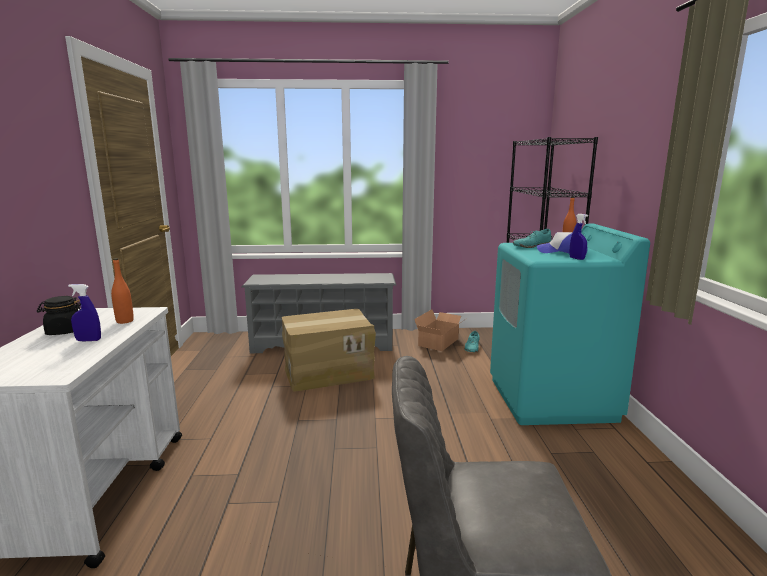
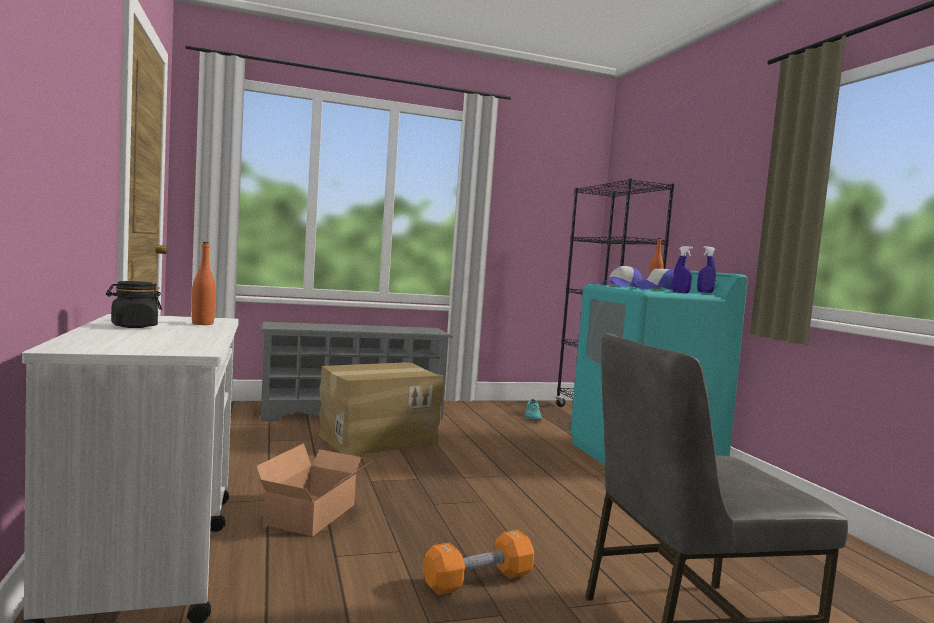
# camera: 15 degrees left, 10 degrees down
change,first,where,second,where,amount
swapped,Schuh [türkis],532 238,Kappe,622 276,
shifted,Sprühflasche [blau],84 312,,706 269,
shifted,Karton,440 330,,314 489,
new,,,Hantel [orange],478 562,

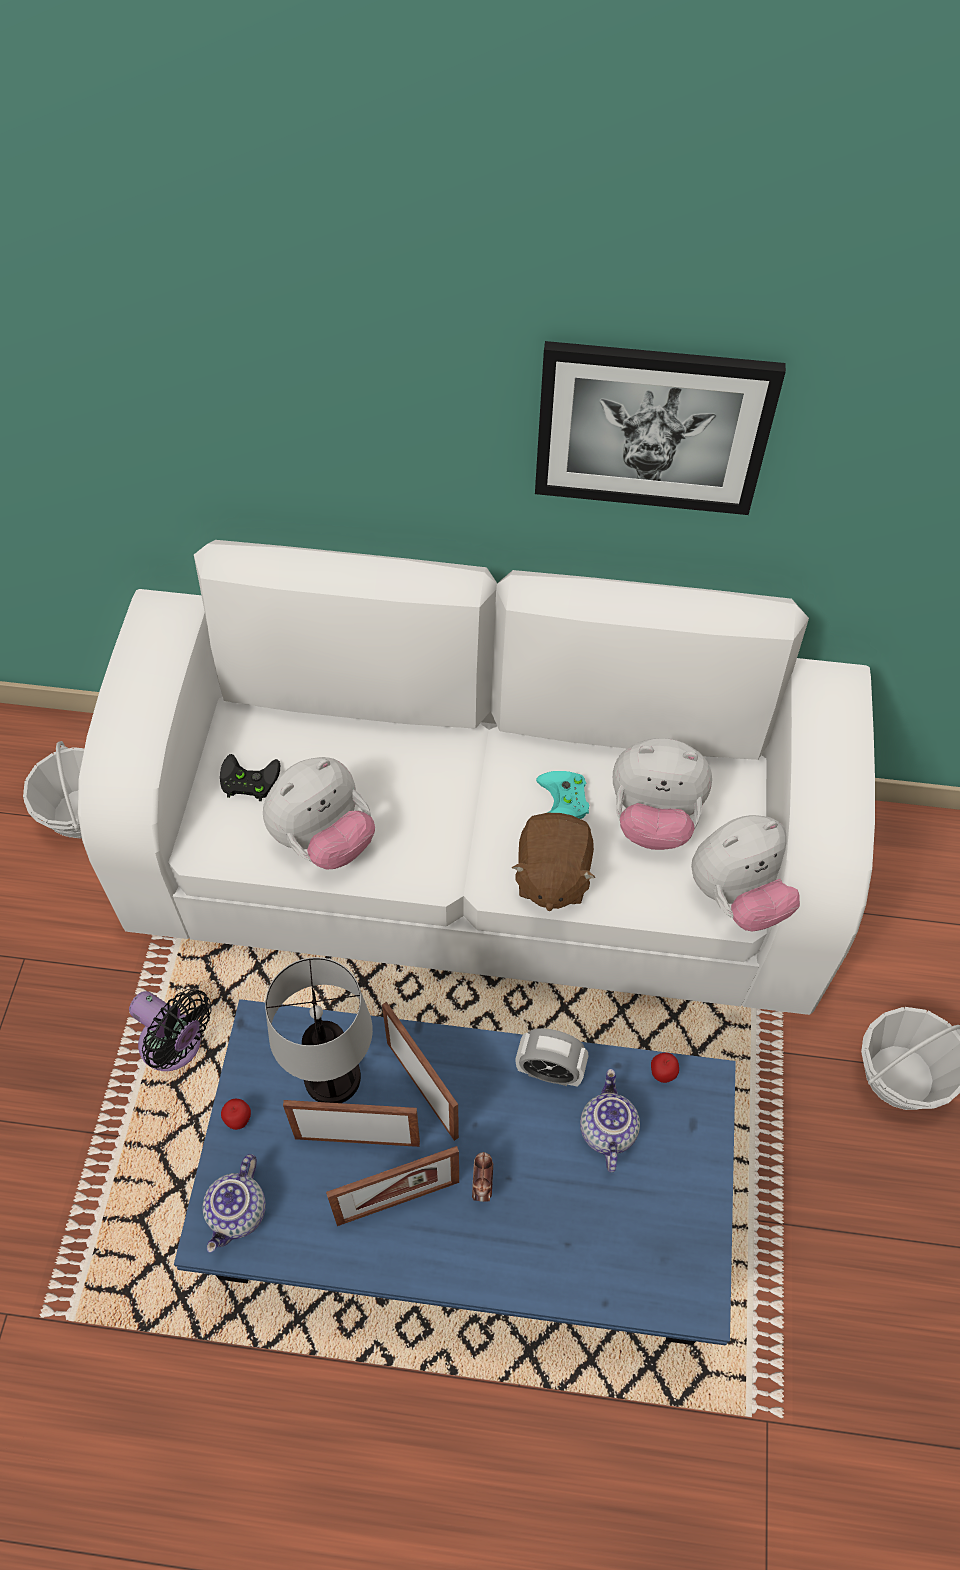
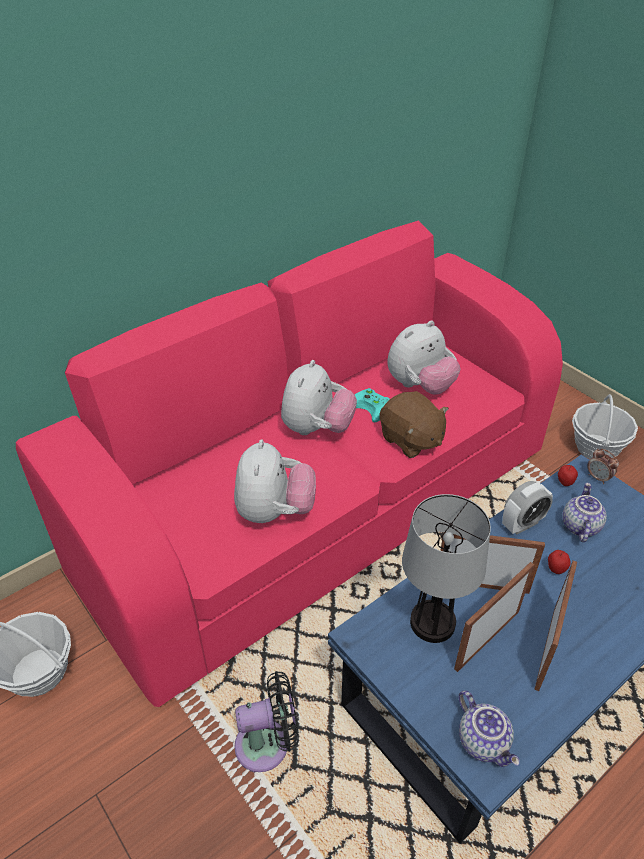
# camera: 45 degrees left, 15 degrees down
change,first,where,second,where,amount
gone,Bild,660 428,,,
repainted,Sofa [weiß],476 777,Sofa [rosa],289 464,
gone,Gamepad [schwarz],250 777,,,
shifted,Plüschtier,745 873,,319 397,
rotated,Teekanne,610 1120,,584 512,60 degrees clockwise
shifted,Apfel,236 1114,,559 562,
shifted,Wecker,482 1177,,603 466,

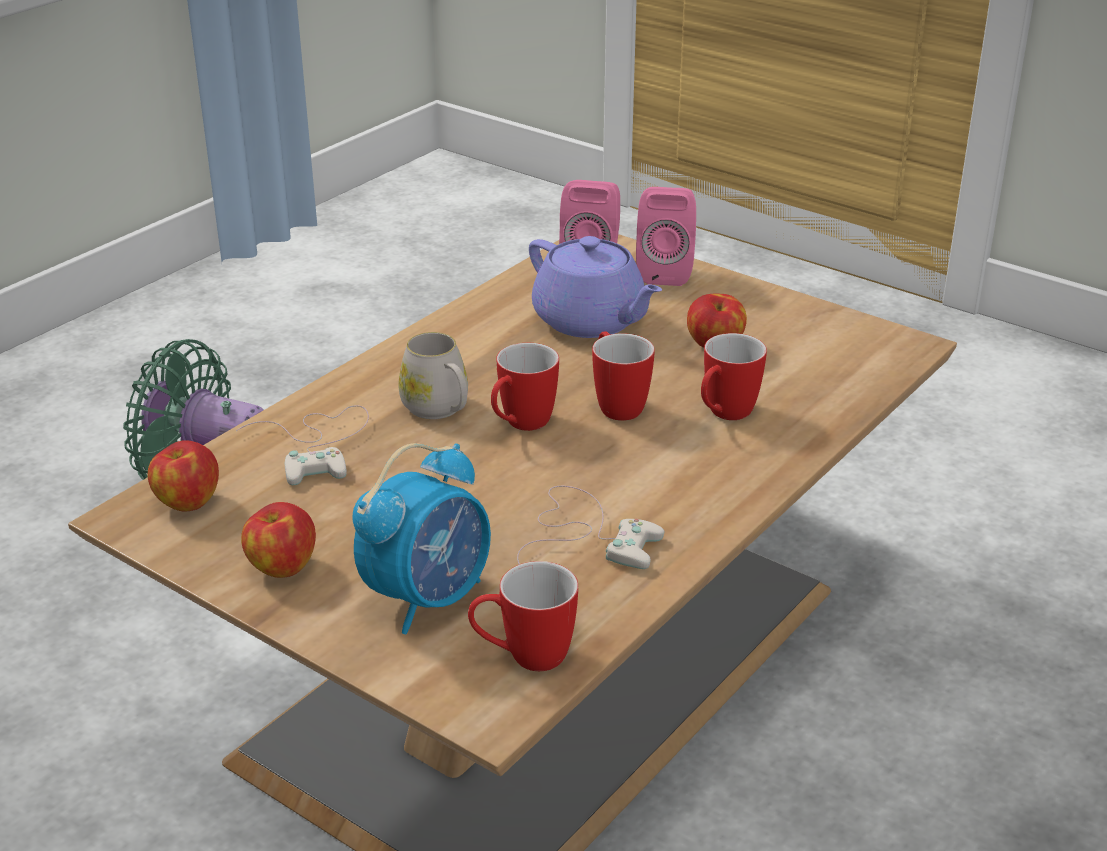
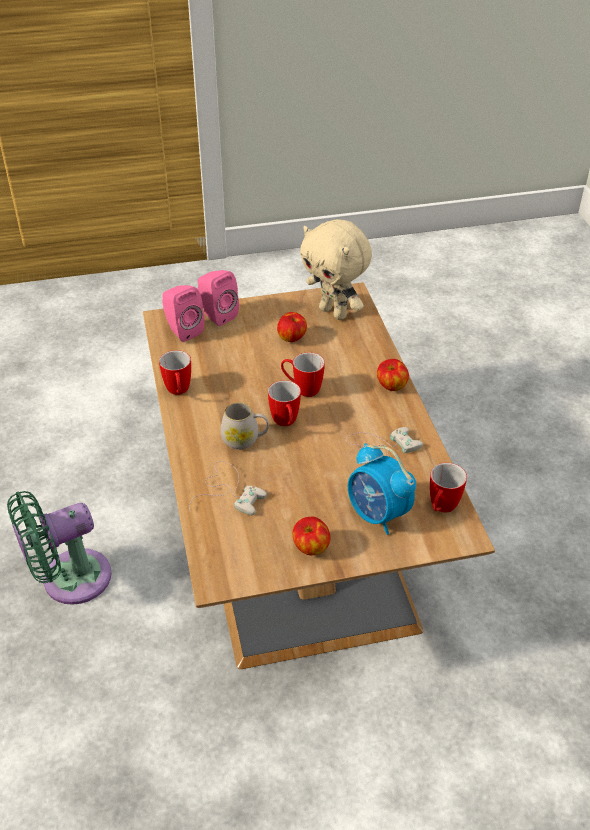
# camera: 50 degrees left, 10 degrees up
change,first,where,second,where,amount
gone,Teekanne [lila],595 287,,,
shifted,Henkelbecher,734 376,,175 372,
shifted,Apfel,183 476,,393 375,
rotated,Wecker,421 538,,382 489,150 degrees clockwise
new,,,Plüschtier [beige],336 269,

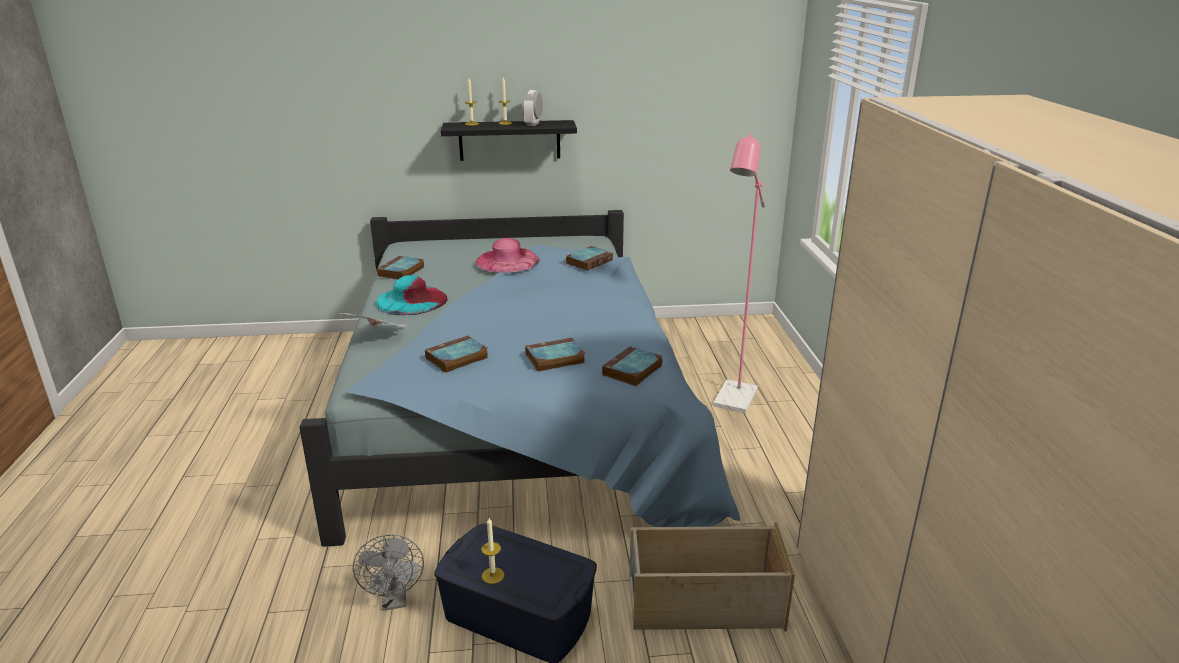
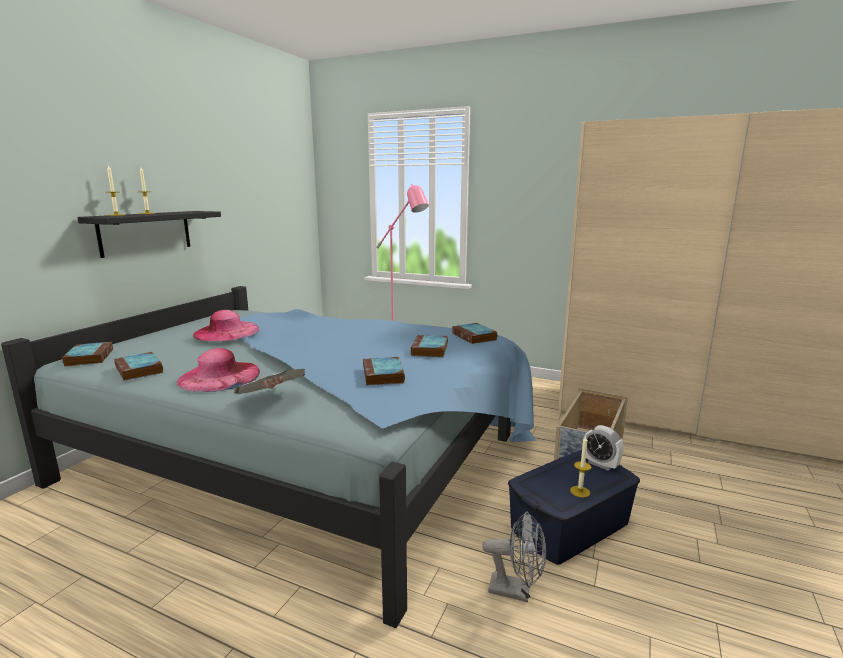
# camera: 60 degrees left, 10 degrees down
change,first,where,second,where,amount
shifted,Wecker,532 108,,603 448,
shifted,Buch,589 258,,87 354,
repainted,Hut [türkis],411 295,Hut [rosa],218 370,

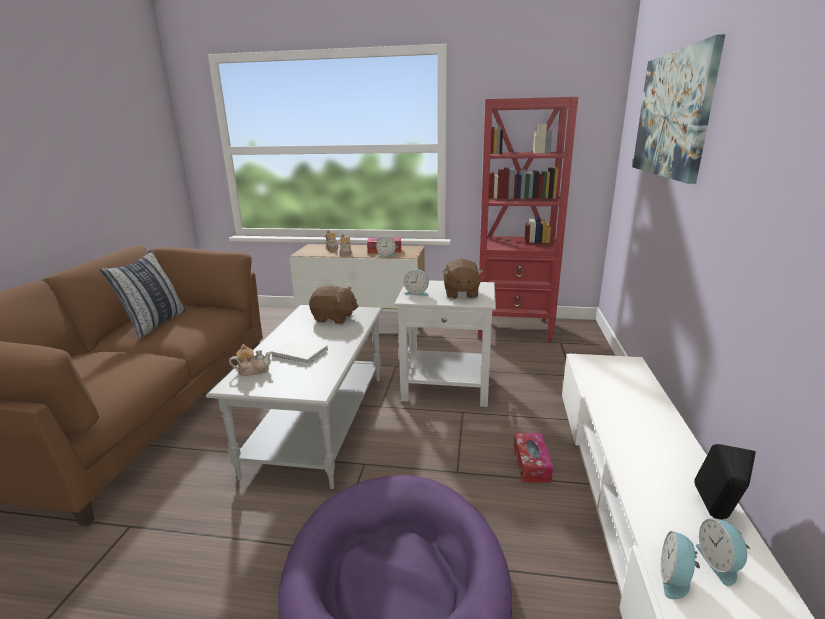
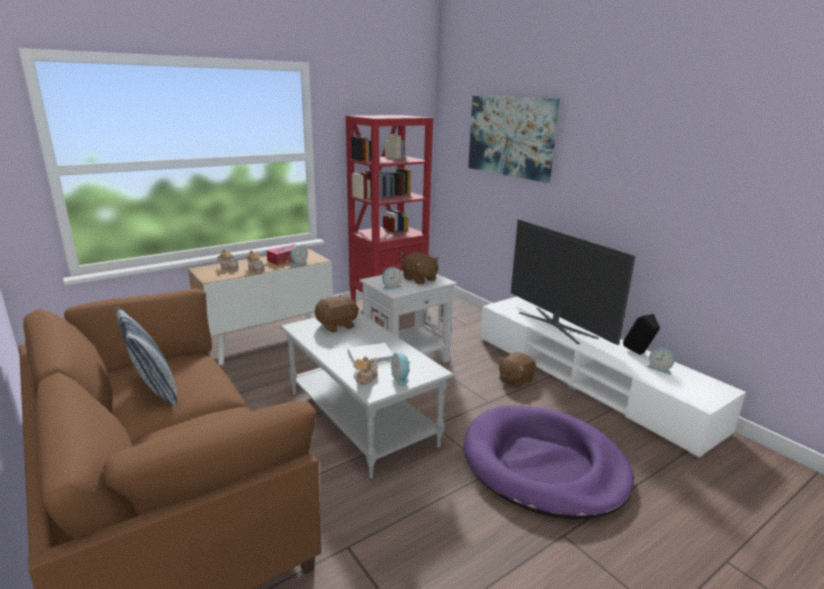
# camera: 45 degrees left, 0 degrees up
change,first,where,second,where,amount
swapped,Taschentuchbox,533 458,Plüschtier [braun],517 370,
shifted,Wecker,680 565,,401 369,
new,,,Fernseher,573 282,

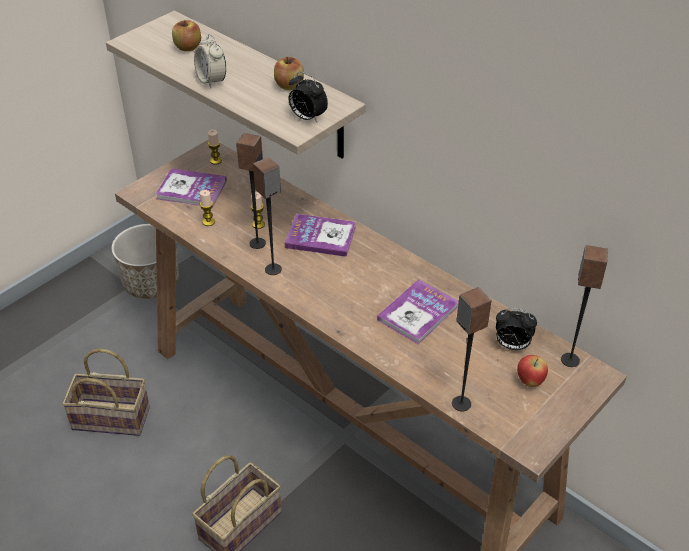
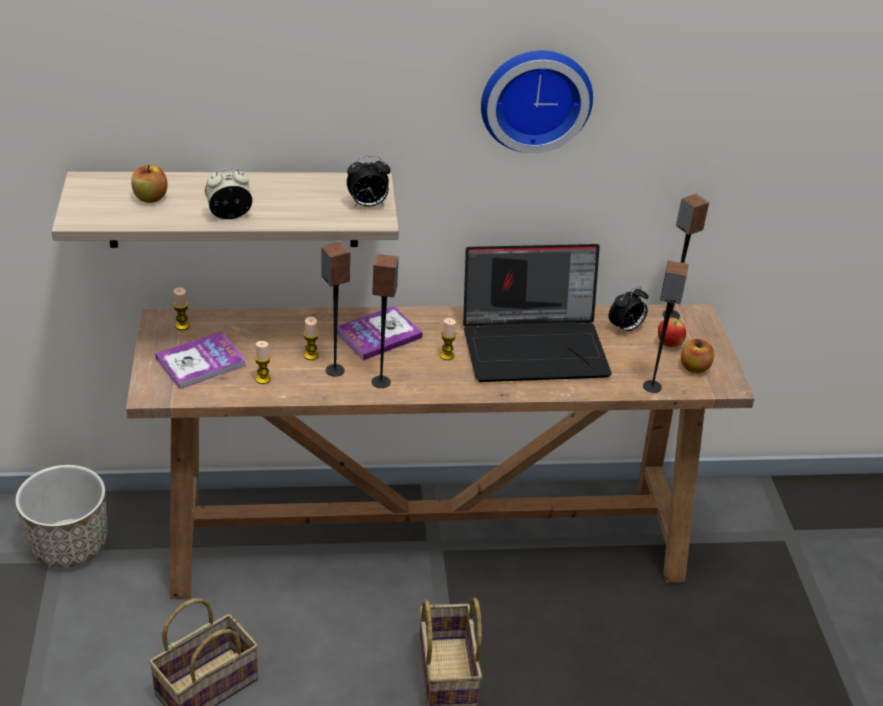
# camera: 50 degrees left, 5 degrees down
change,first,where,second,where,amount
rotated,Wecker,210 61,,228 193,150 degrees clockwise
shifted,Apfel,289 73,,697 356,
swapped,Buch,418 312,Laptop,537 313,
new,,,Wanduhr,537 101,
new,,,Kerze,448 339,

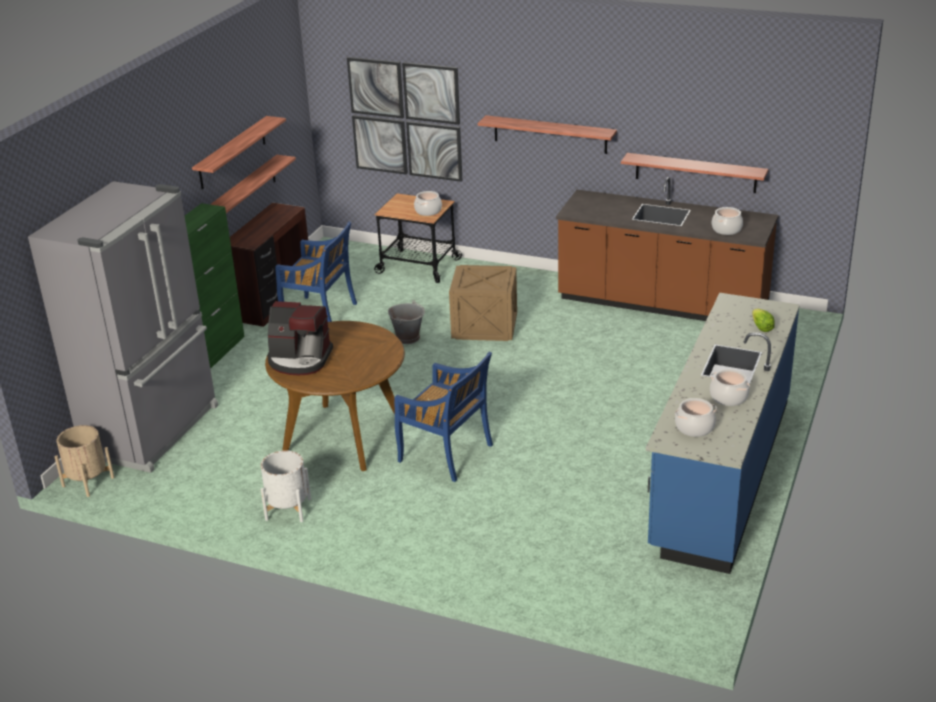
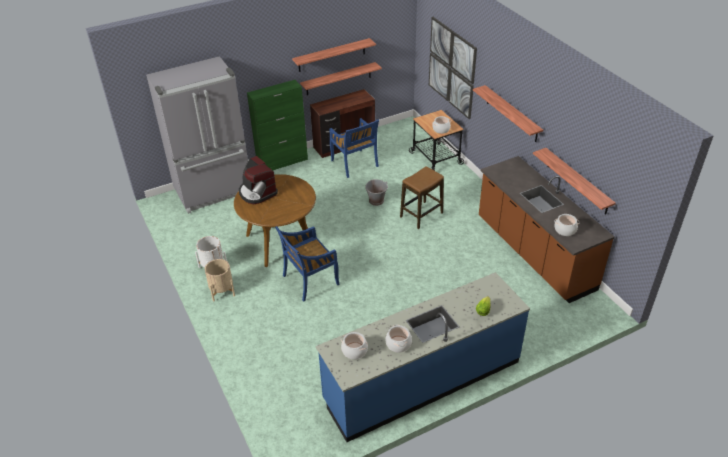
# camera: 40 degrees right, 10 degrees up
change,first,where,second,where,amount
swapped,Kiste,483 303,Hocker,422 197,
rotated,Stuhl [blau],443 416,,307 264,75 degrees clockwise
shifted,Pflanzkübel [beige],84 461,,220 280,

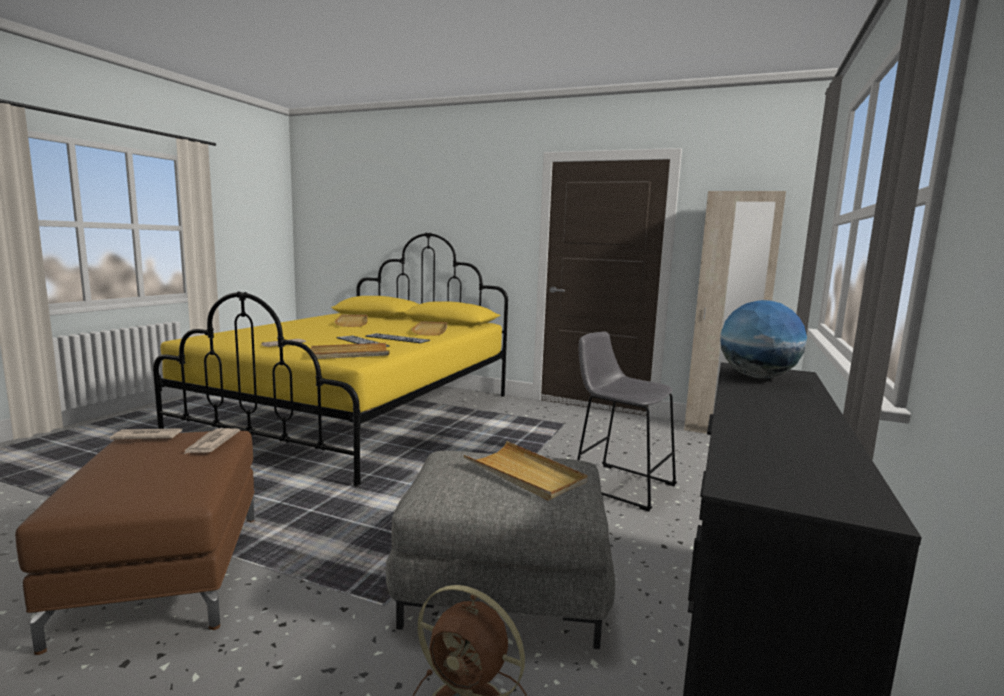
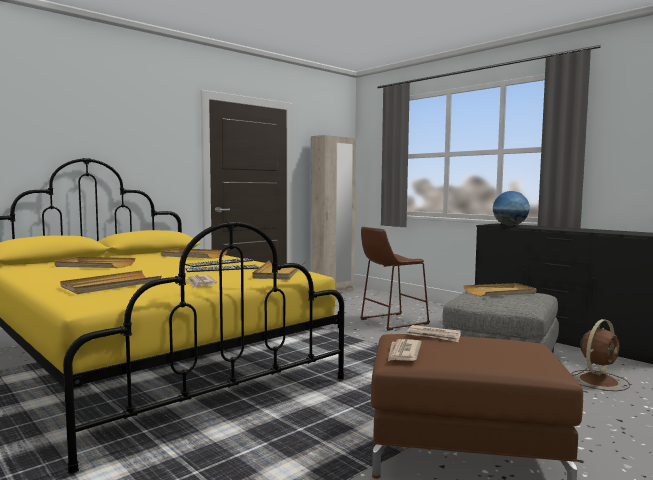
# camera: 65 degrees left, 5 degrees down
change,first,where,second,where,amount
repainted,Hocker [grau],627 421,Hocker [braun],395 279,
new,,,Tablett [beige],111 282,

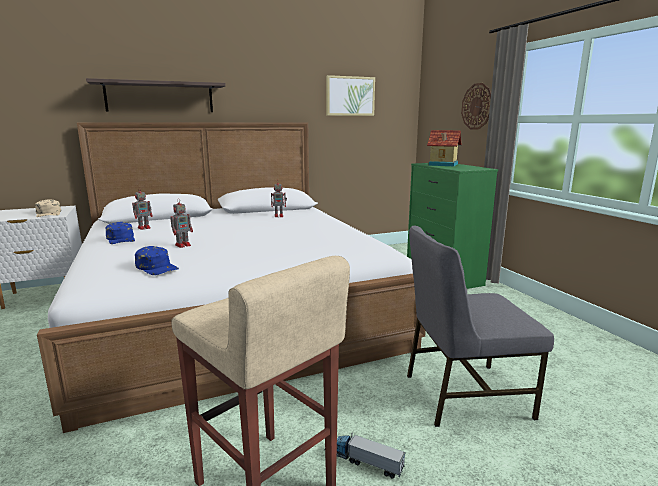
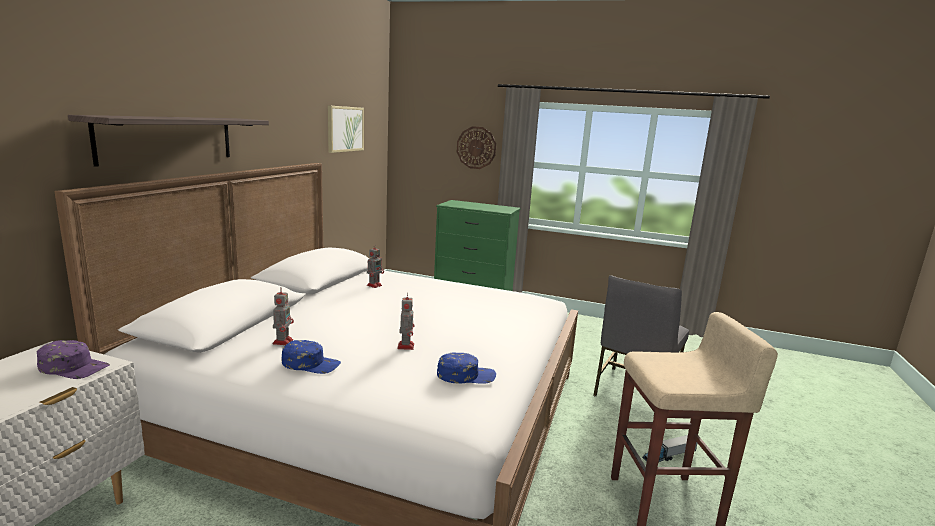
# camera: 50 degrees left, 0 degrees up
change,first,where,second,where,amount
gone,Spielzeughaus,444 148,,,
repainted,Kappe [beige],48 208,Kappe [lila],73 359,

